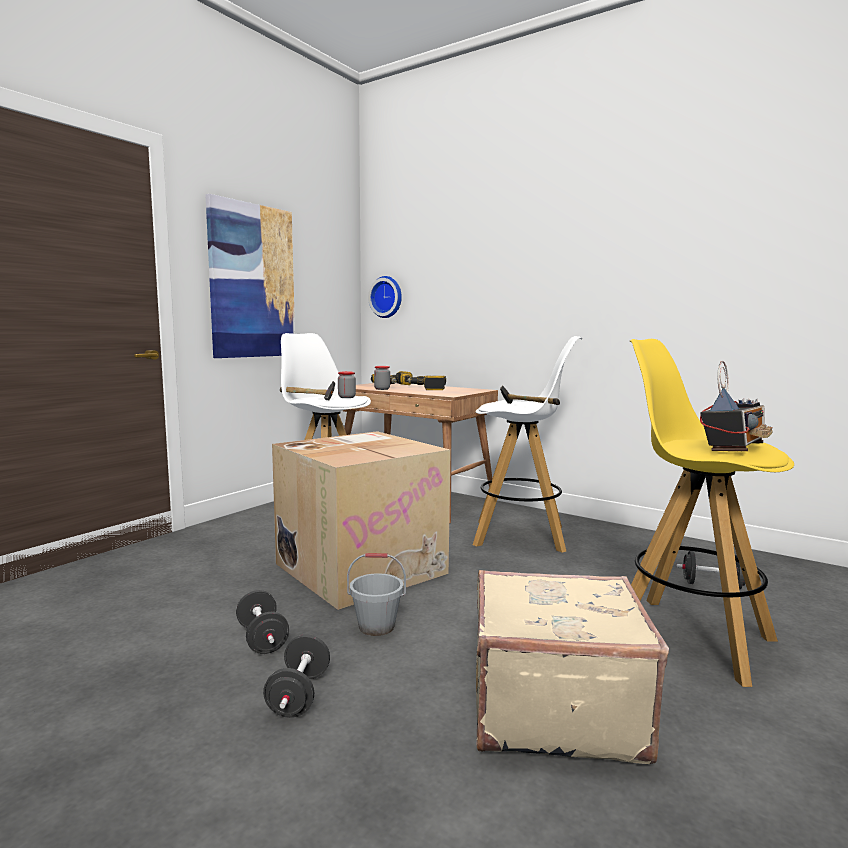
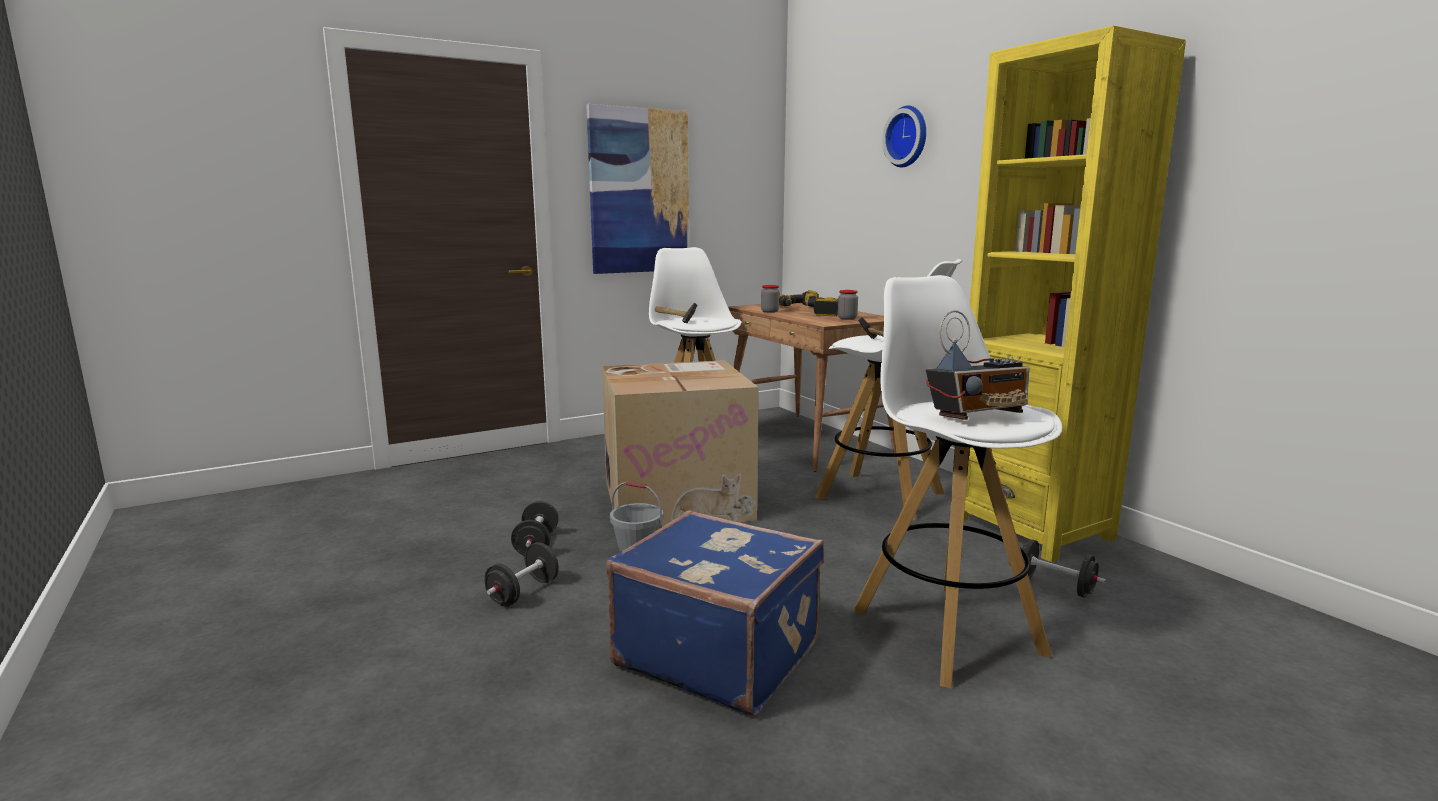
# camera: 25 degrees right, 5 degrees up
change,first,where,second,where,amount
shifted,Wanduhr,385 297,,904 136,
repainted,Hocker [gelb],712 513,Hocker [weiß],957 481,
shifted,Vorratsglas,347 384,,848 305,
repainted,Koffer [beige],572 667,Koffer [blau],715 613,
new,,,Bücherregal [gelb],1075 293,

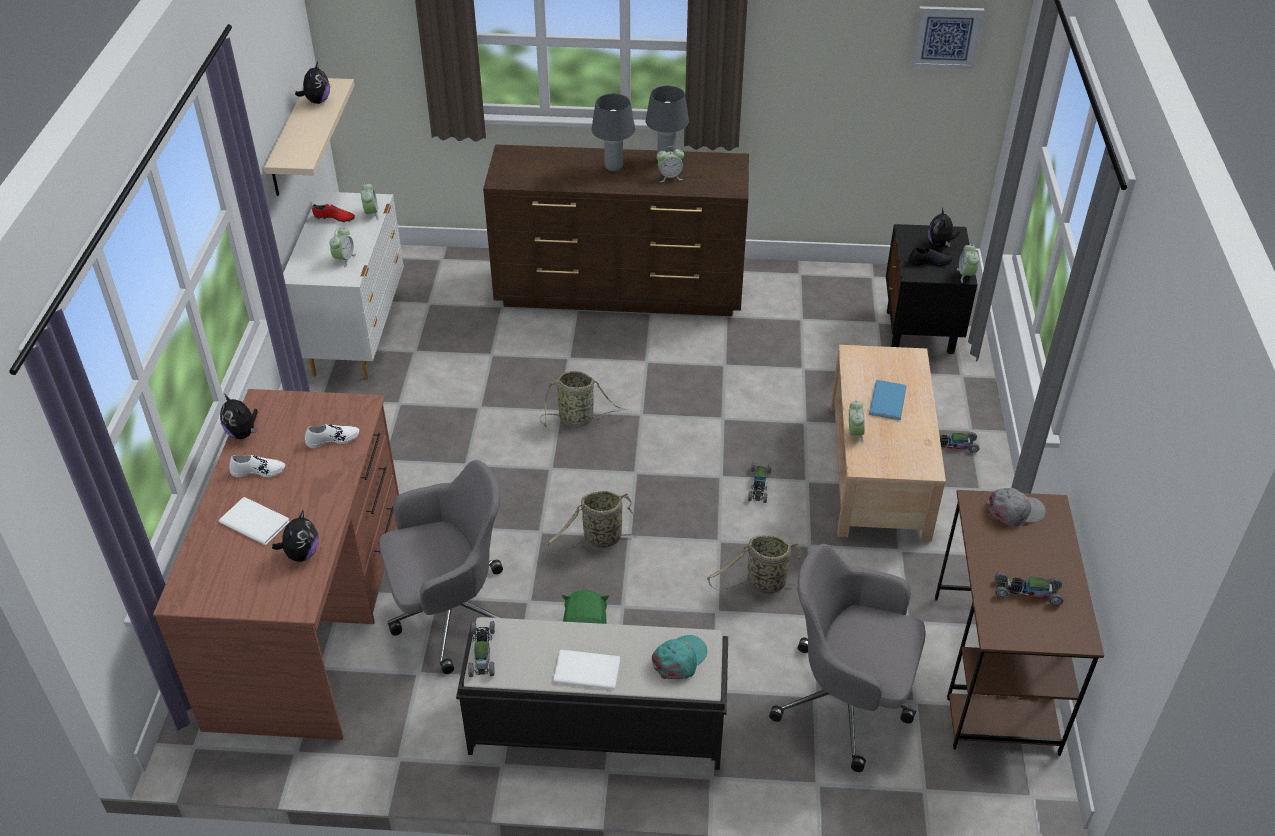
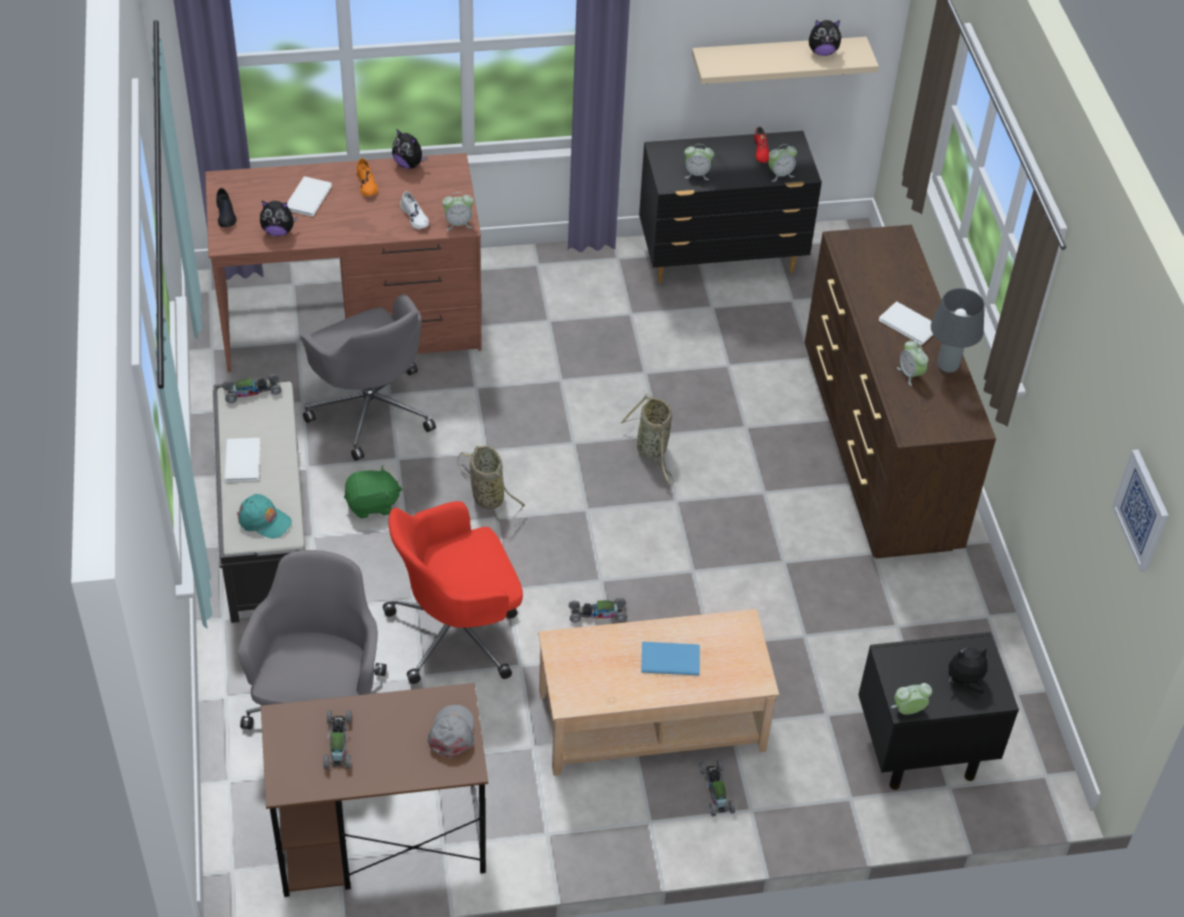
# camera: 75 degrees right, 5 degrees up
change,first,where,second,where,amount
swapped,Tischlampe [grau],613 132,Buch [weiß],906 323,
repainted,Kommode [weiß],343 285,Kommode [schwarz],730 207,
shifted,Schuh [schwarz],930 257,,226 207,
rotated,Plüschtier,239 416,,410 149,90 degrees counterclockwise
shifted,Wecker,857 421,,458 211,
repainted,Schuh [weiß],257 466,Schuh [orange],367 177,
rotated,Kappe [grau],1016 507,,451 731,150 degrees counterclockwise
swapped,Korb,754 564,Bürostuhl [rot],453 592,

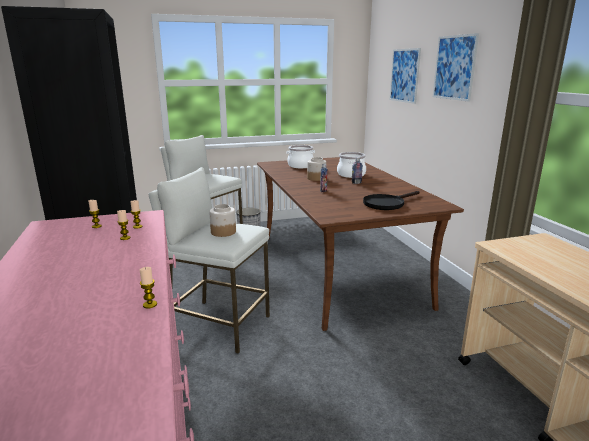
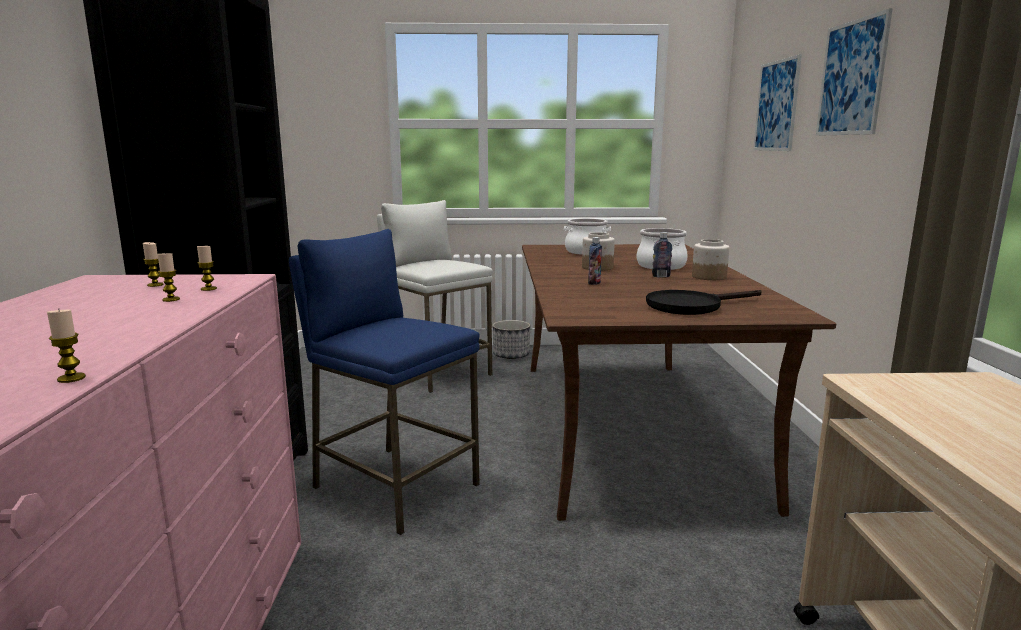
# camera: 15 degrees right, 5 degrees down
change,first,where,second,where,amount
repainted,Hocker [weiß],209 260,Hocker [blau],384 382,
shifted,Vorratsglas,222 220,,710 259,

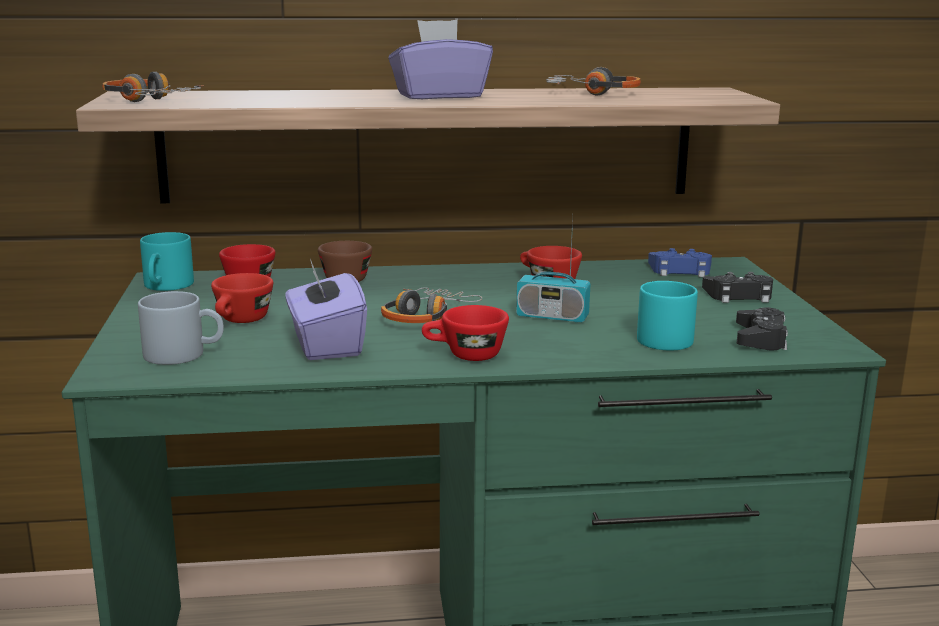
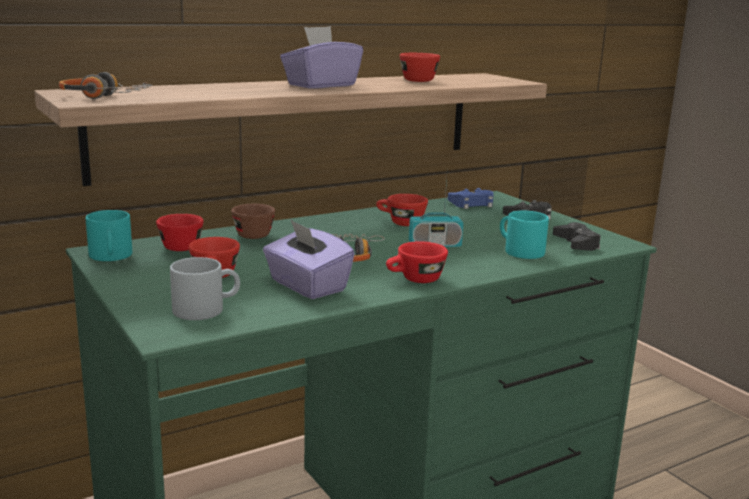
# camera: 25 degrees left, 0 degrees up
change,first,where,second,where,amount
swapped,Kopfhörer,593 81,Tasse [rot],420 67,

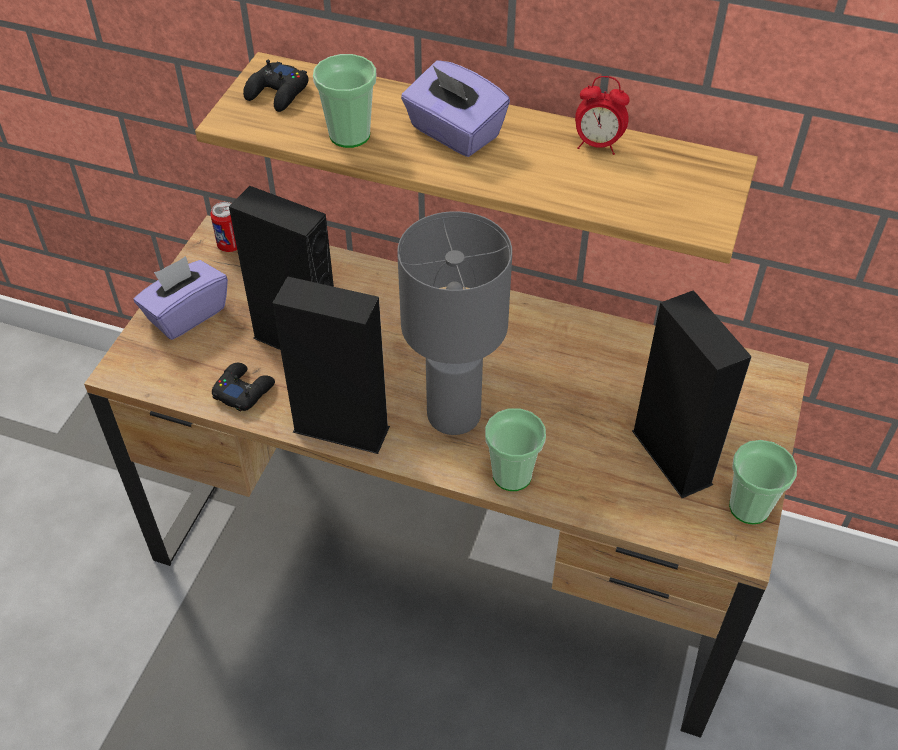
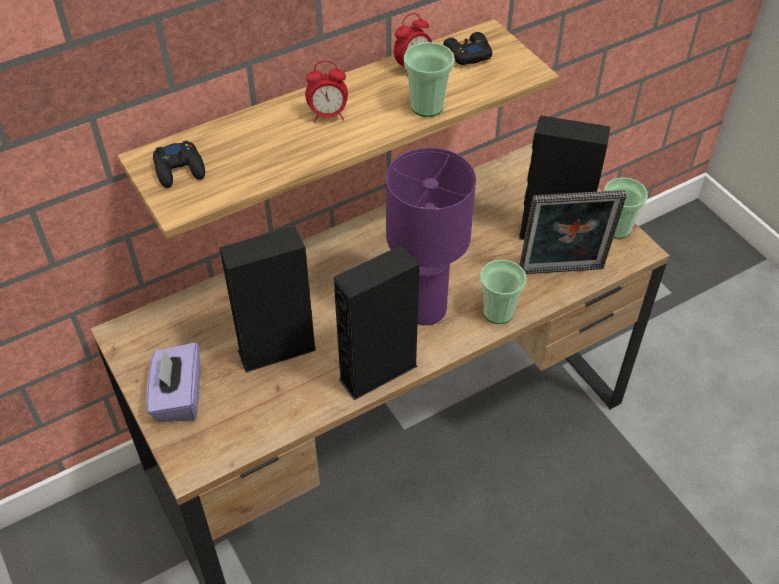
# camera: 50 degrees left, 0 degrees up
change,first,where,second,where,amount
shifted,Tasse,344 101,,429 79,
swapped,Taschentuchbox [lila],455 108,Wecker,326 91,
gone,Dose,223 227,,,
repainted,Tischlampe [grau],454 323,Tischlampe [lila],431 236,
shifted,Gamepad [schwarz],243 387,,467 48,
new,,,Bilderrahmen,573 232,

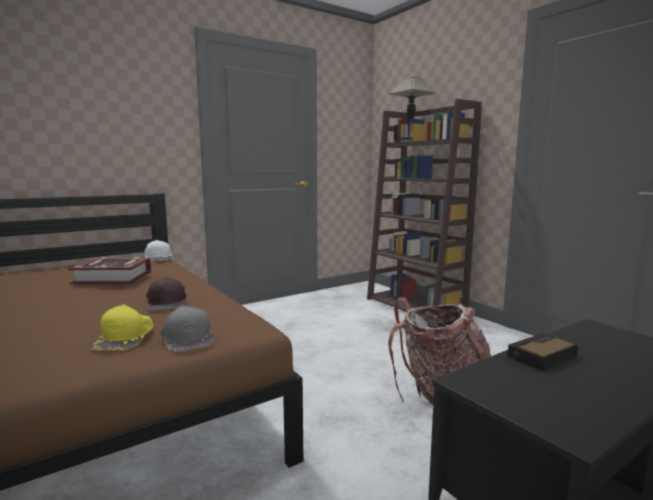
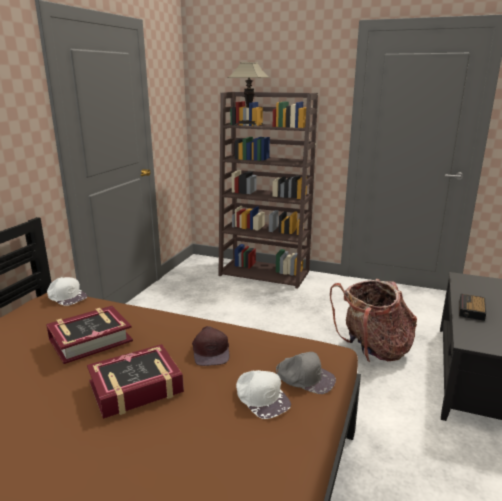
# camera: 35 degrees left, 10 degrees up
change,first,where,second,where,amount
rotated,Kappe [braun],166 294,,211 346,45 degrees clockwise
repainted,Kappe [gelb],122 327,Kappe [weiß],263 394,
new,,,Buch,135 381,

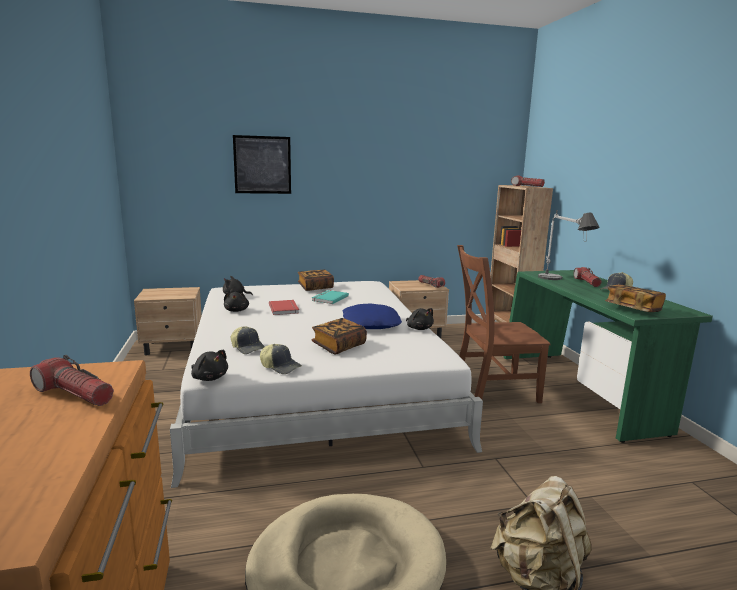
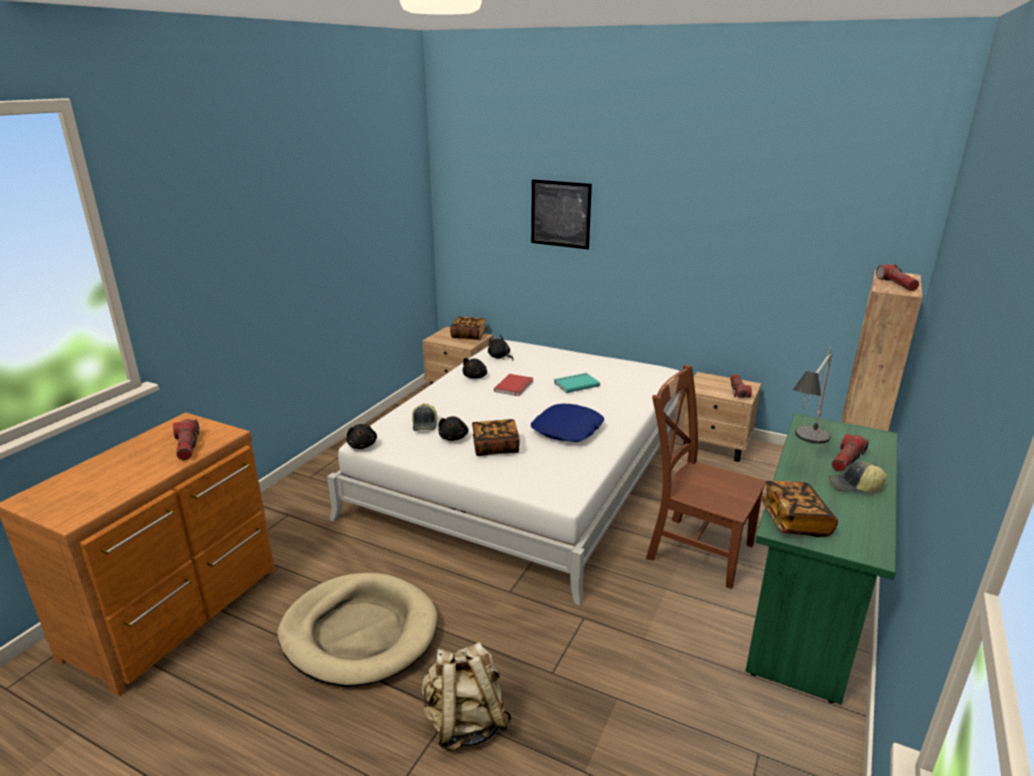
# camera: 40 degrees right, 10 degrees up
change,first,where,second,where,amount
shifted,Buch,316 280,,468 328,
shifted,Plüschtier [schwarz],420 319,,453 428,
gone,Kappe,281 359,,,

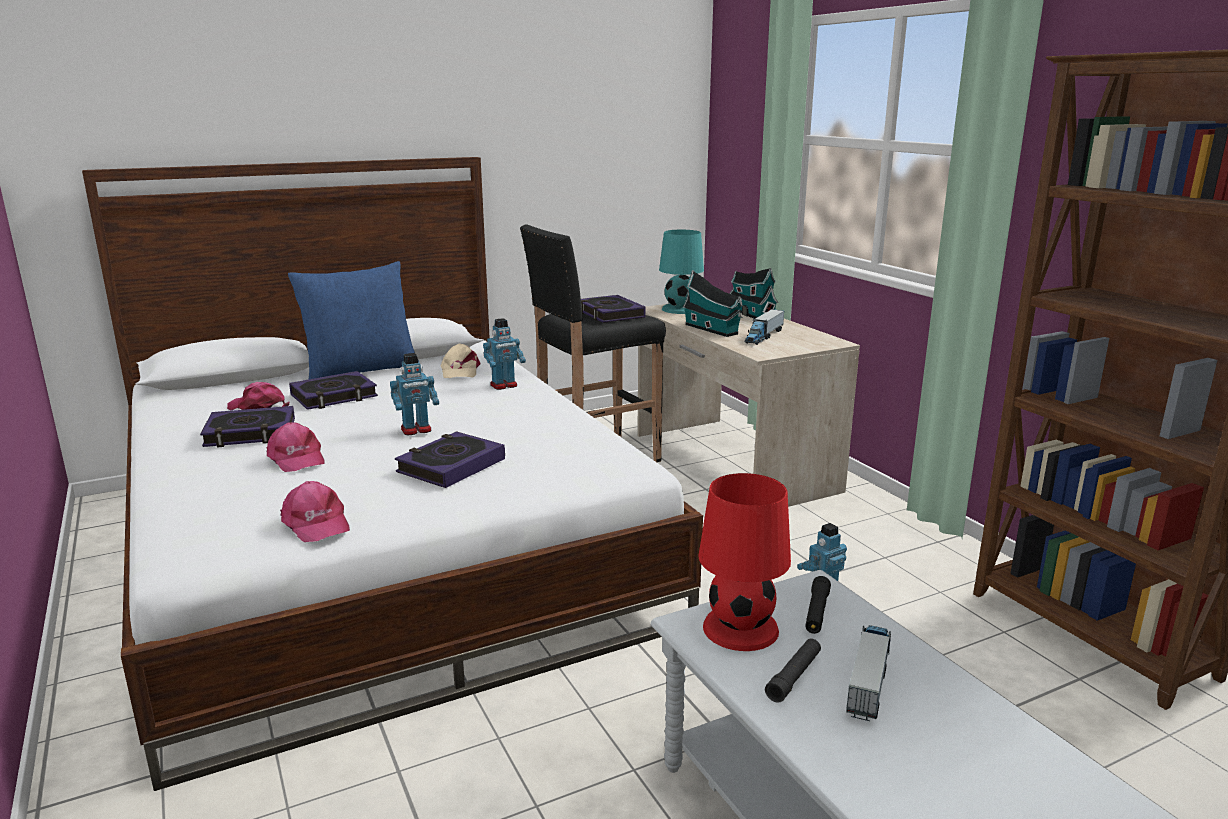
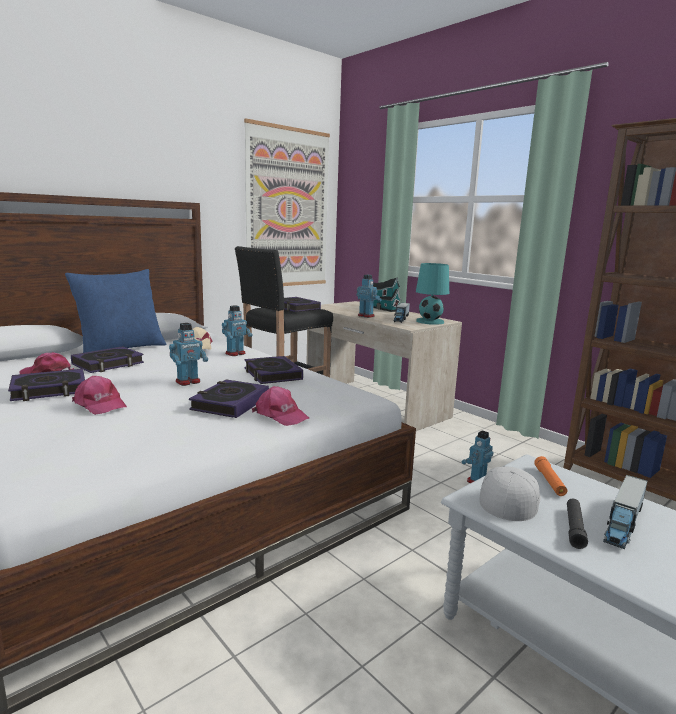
# camera: 15 degrees left, 5 degrees down
change,first,where,second,where,amount
shifted,Tischlampe [türkis],681 272,,432 294,
swapped,Spielzeughaus,712 304,Spielzeugroboter,369 296,
swapped,Tischlampe [rot],744 562,Kappe [weiß],510 493,
shifted,Kappe [rosa],315 511,,280 406,
repainted,Taschenlampe [schwarz],818 605,Taschenlampe [orange],550 476,
rotated,Spielzeuglaster,868 673,,625 512,150 degrees counterclockwise
new,,,Bild,287 202,
new,,,Buch,273 370,

